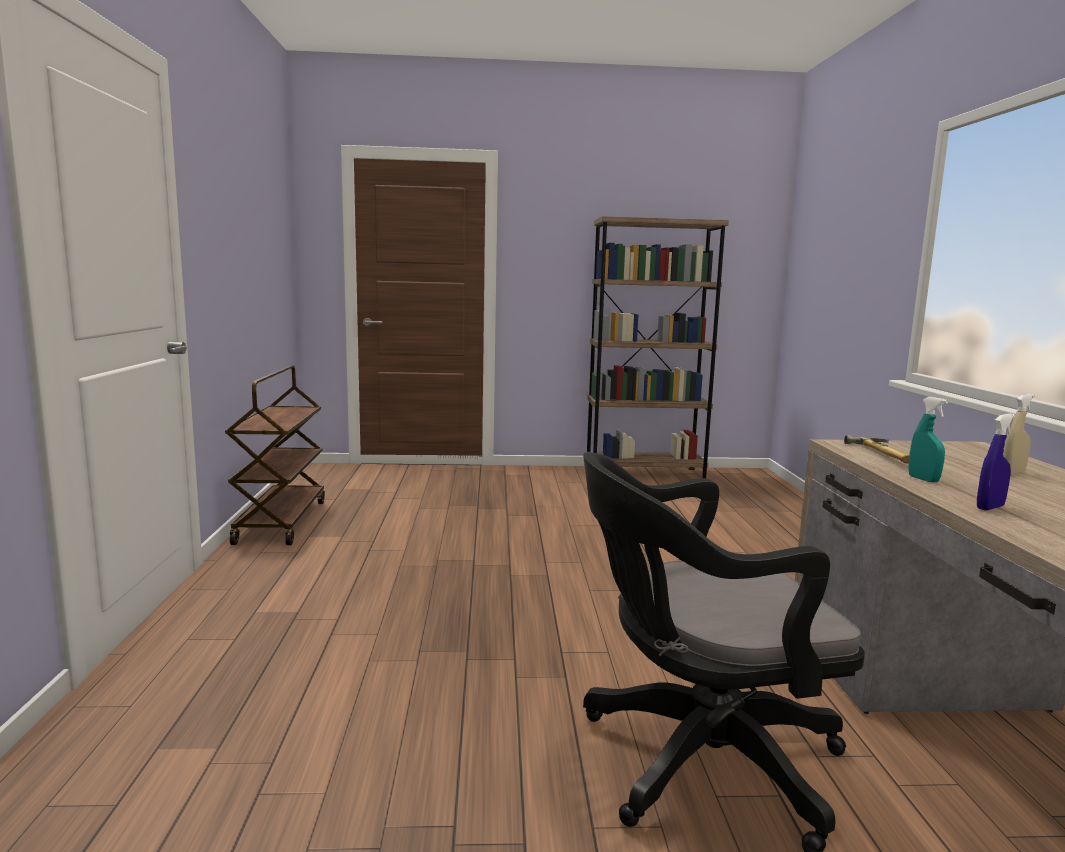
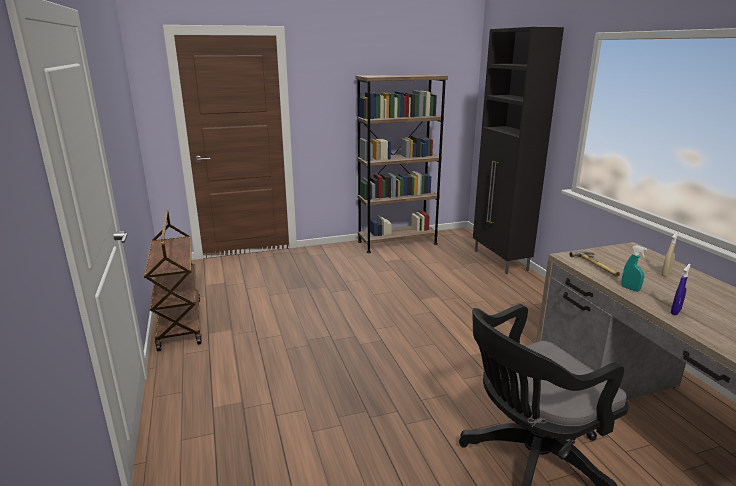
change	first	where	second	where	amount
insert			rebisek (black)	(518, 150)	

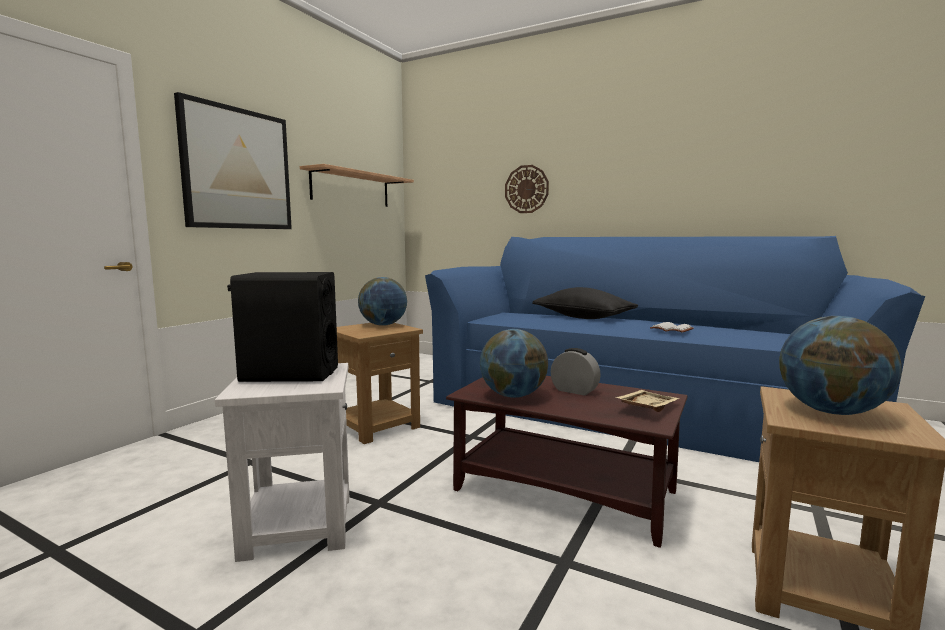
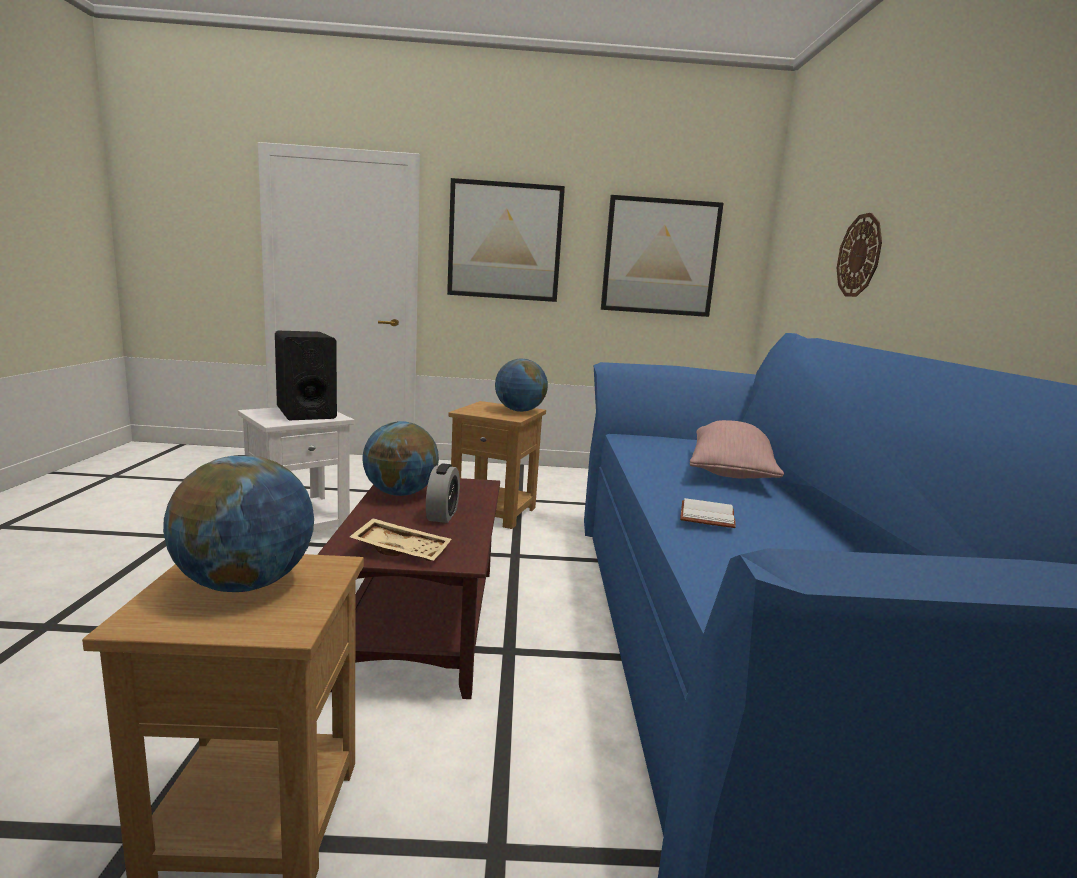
change	first	where	second	where	amount
replace	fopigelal	(357, 185)	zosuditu	(662, 256)	
recolor	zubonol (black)	(585, 303)	zubonol (pink)	(737, 449)	

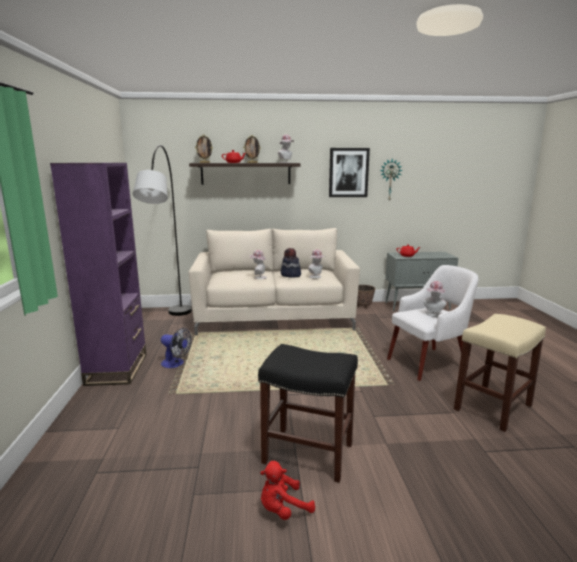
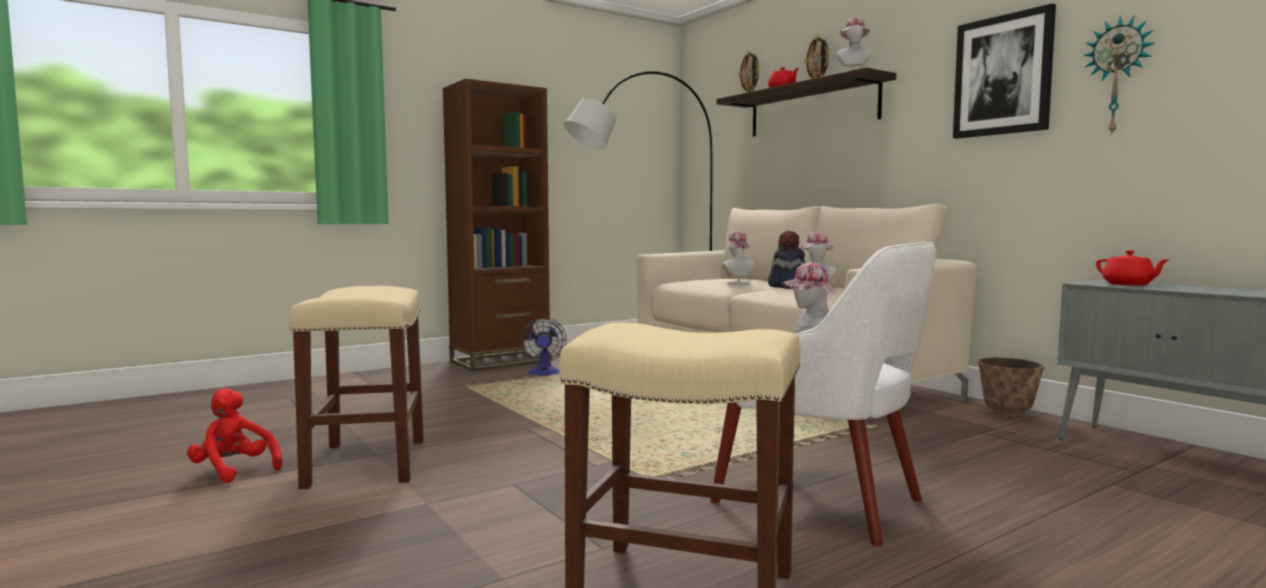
change	first	where	second	where	amount
recolor	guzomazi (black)	(308, 413)	guzomazi (beige)	(356, 387)	
recolor	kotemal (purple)	(98, 274)	kotemal (brown)	(497, 225)	

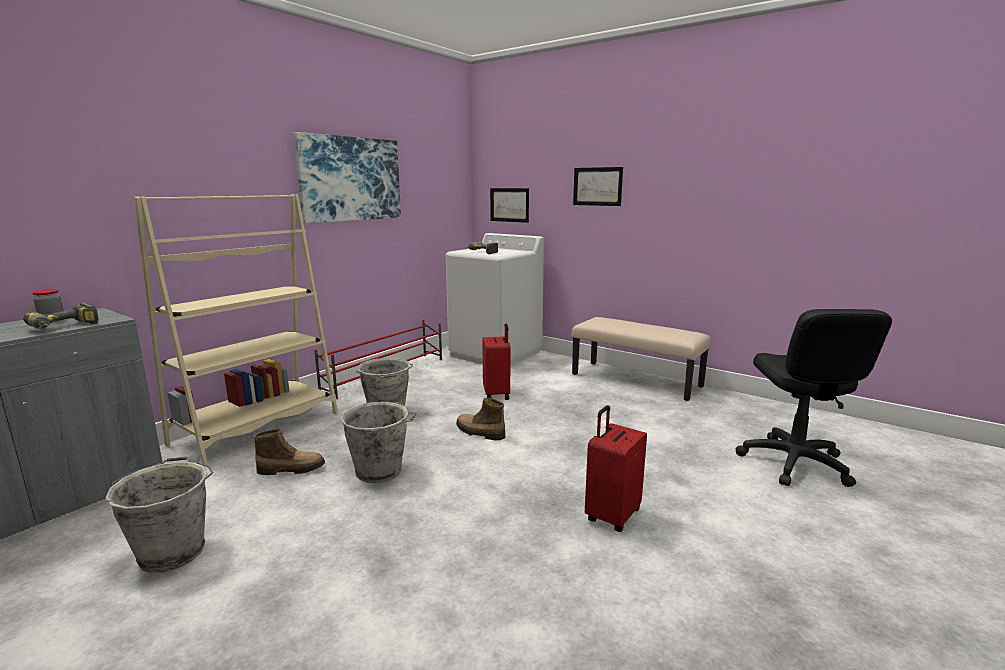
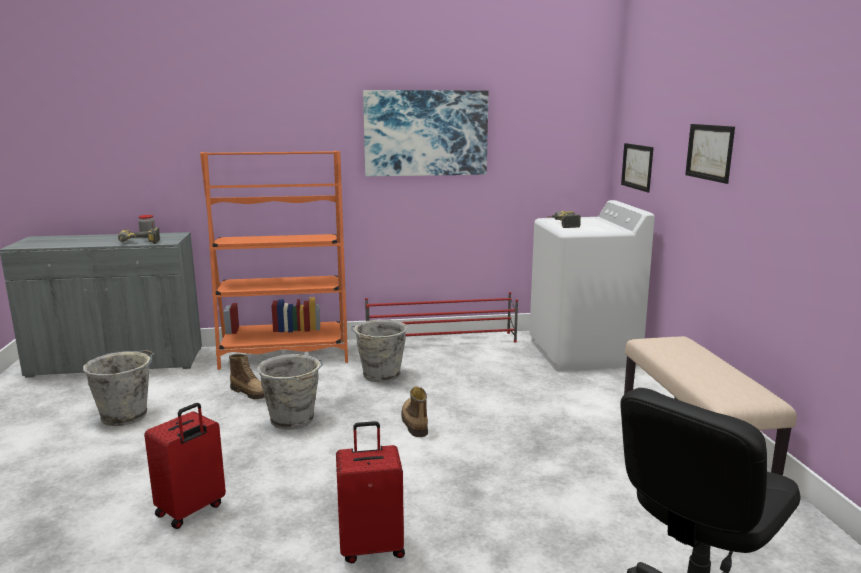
change	first	where	second	where	amount
move	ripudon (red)	(496, 362)		(185, 466)	
recolor	kotemal (beige)	(236, 329)	kotemal (orange)	(274, 260)	

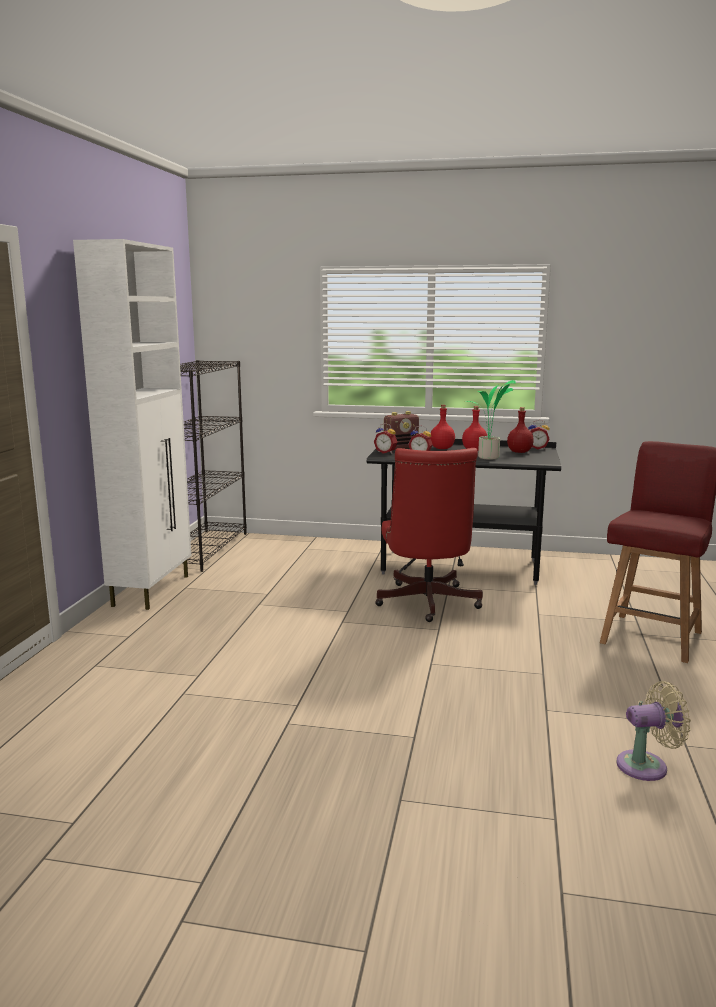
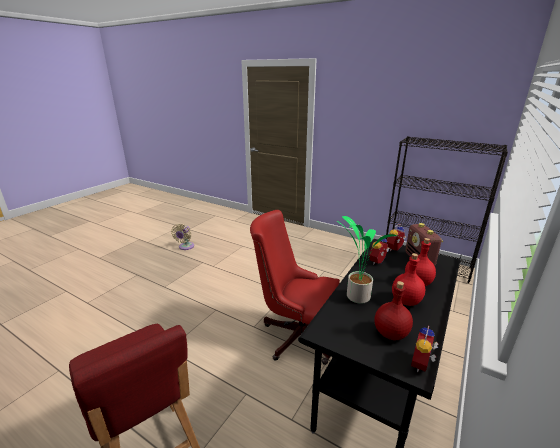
change	first	where	second	where	amount
move	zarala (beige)	(654, 731)		(182, 237)	
delete	rebisek (white)	(132, 424)			

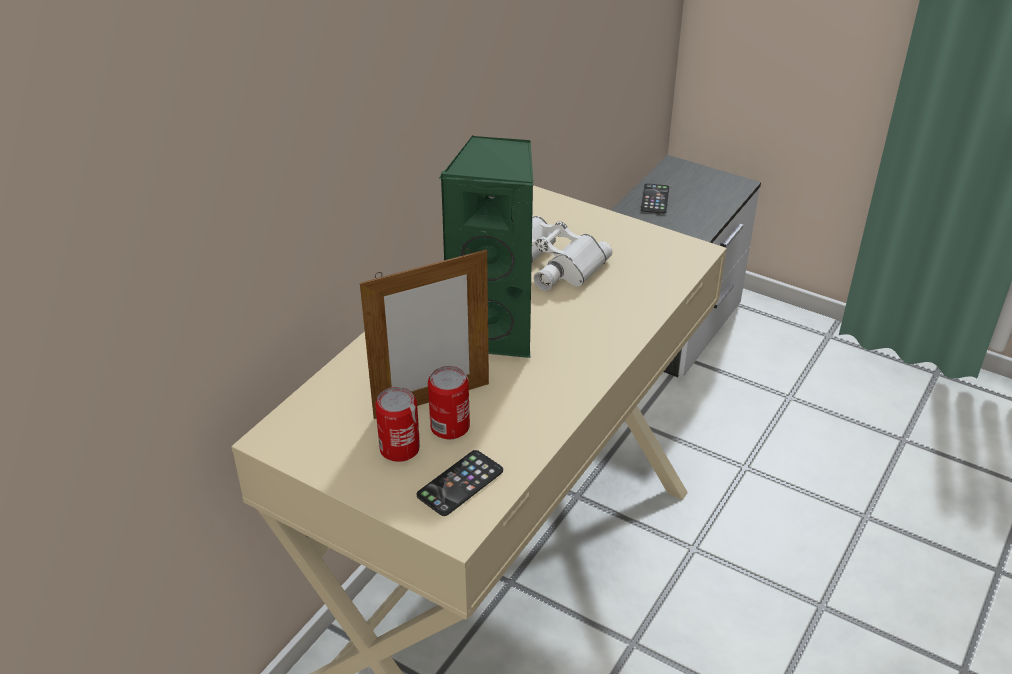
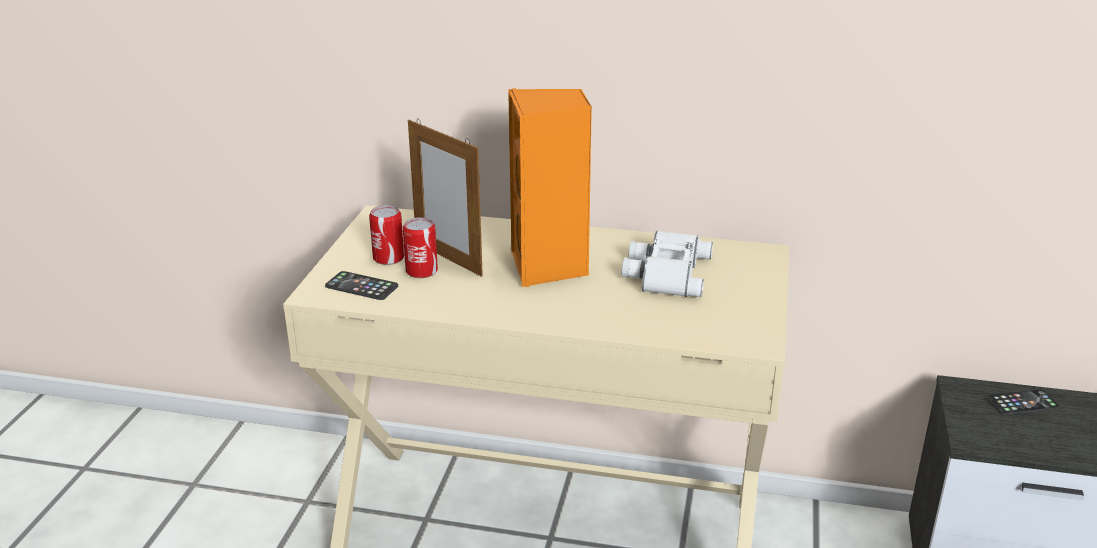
change	first	where	second	where	amount
recolor	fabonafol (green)	(486, 247)	fabonafol (orange)	(550, 187)	

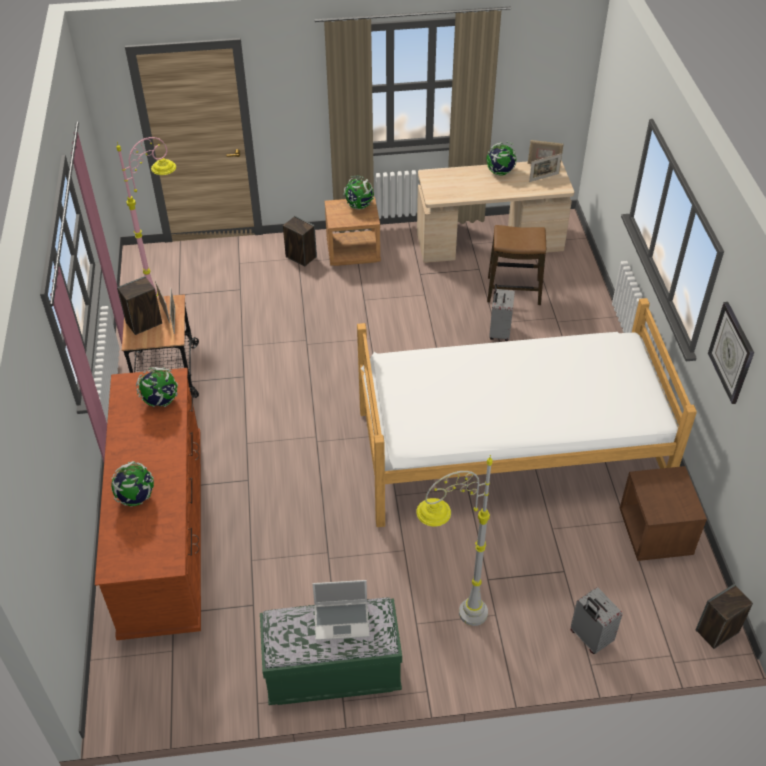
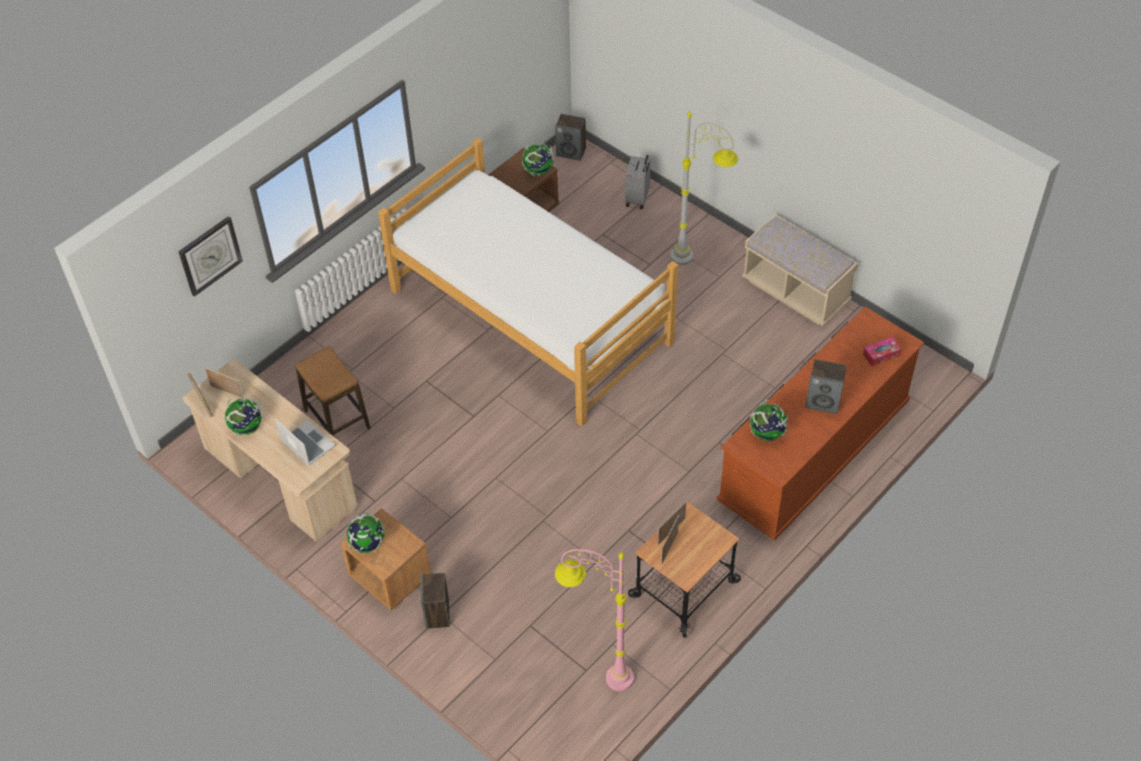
change	first	where	second	where	amount
move	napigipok	(731, 353)		(210, 256)	
move	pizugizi	(340, 610)		(305, 442)	
move	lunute	(132, 484)		(538, 159)	
recolor	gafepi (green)	(331, 651)	gafepi (beige)	(800, 270)	
move	fabonafol	(139, 305)		(826, 386)	
insert			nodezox	(882, 351)	
delete	ripudon (grey)	(502, 312)			

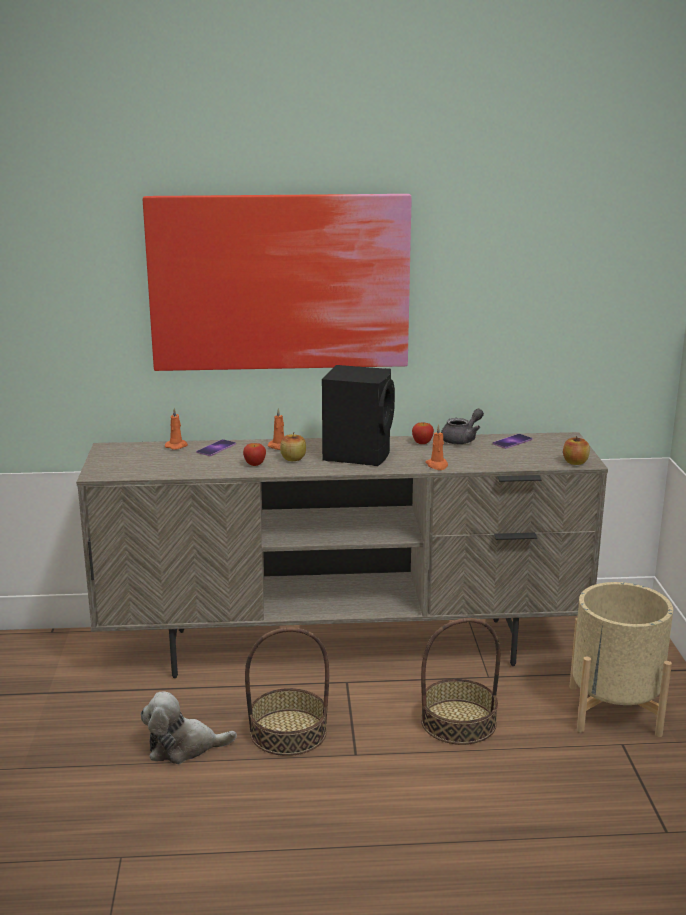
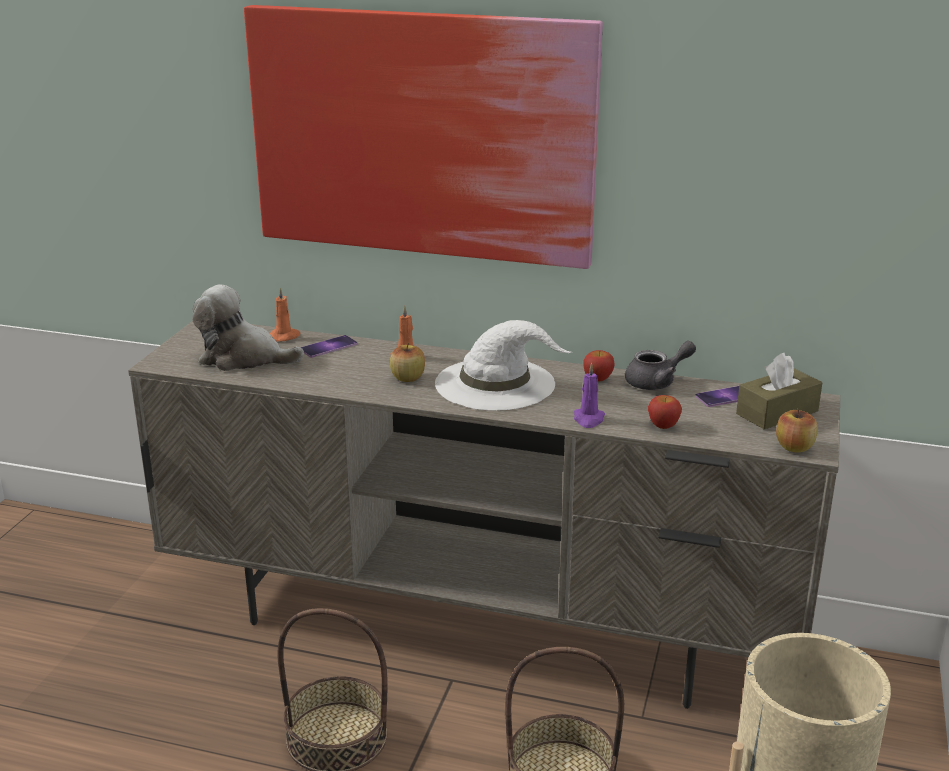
change	first	where	second	where	amount
move	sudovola	(188, 727)		(248, 328)	
replace	fabonafol (black)	(358, 415)	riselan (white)	(503, 365)	
recolor	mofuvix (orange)	(436, 447)	mofuvix (purple)	(589, 395)	
move	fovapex	(254, 454)		(665, 412)	
insert			nodezox (brown)	(779, 391)	

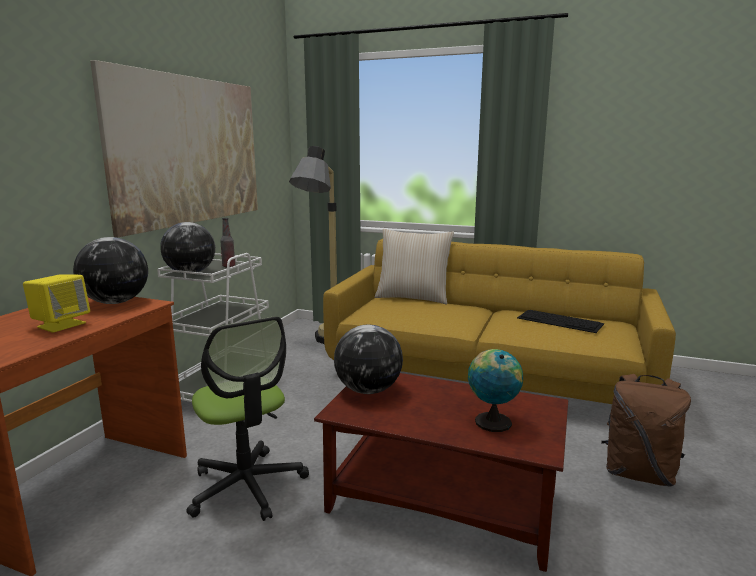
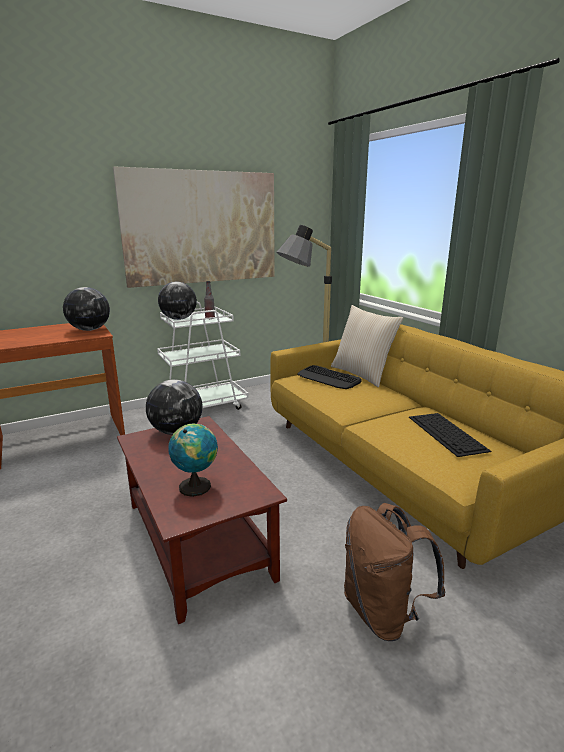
change	first	where	second	where	amount
insert			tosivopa	(329, 377)	
delete	fabonafol (yellow)	(56, 304)			
delete	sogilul	(247, 418)			

